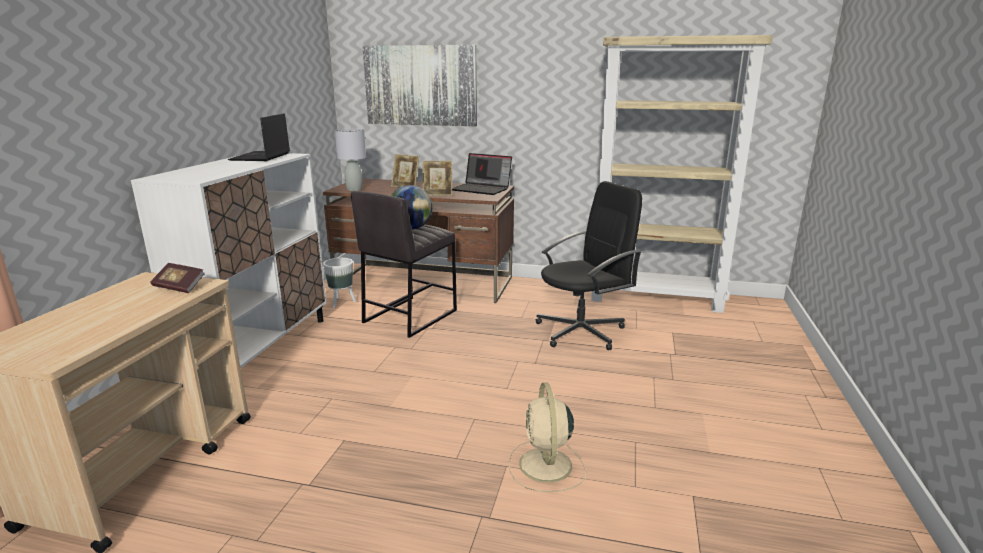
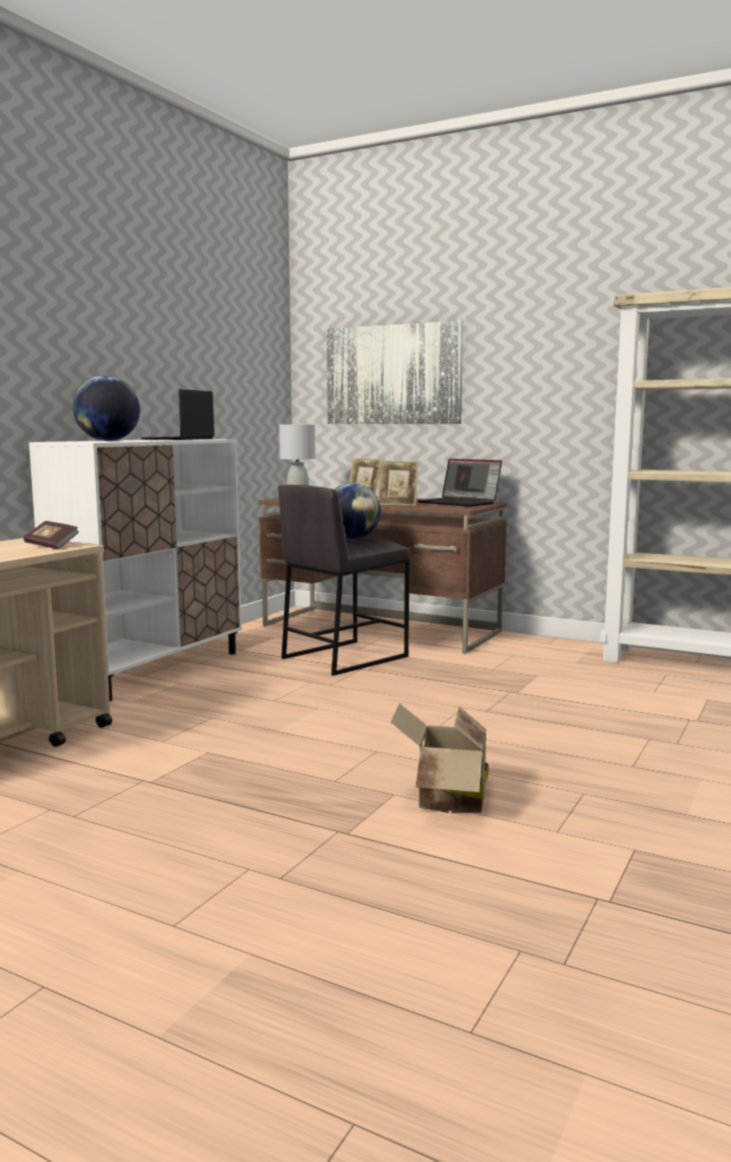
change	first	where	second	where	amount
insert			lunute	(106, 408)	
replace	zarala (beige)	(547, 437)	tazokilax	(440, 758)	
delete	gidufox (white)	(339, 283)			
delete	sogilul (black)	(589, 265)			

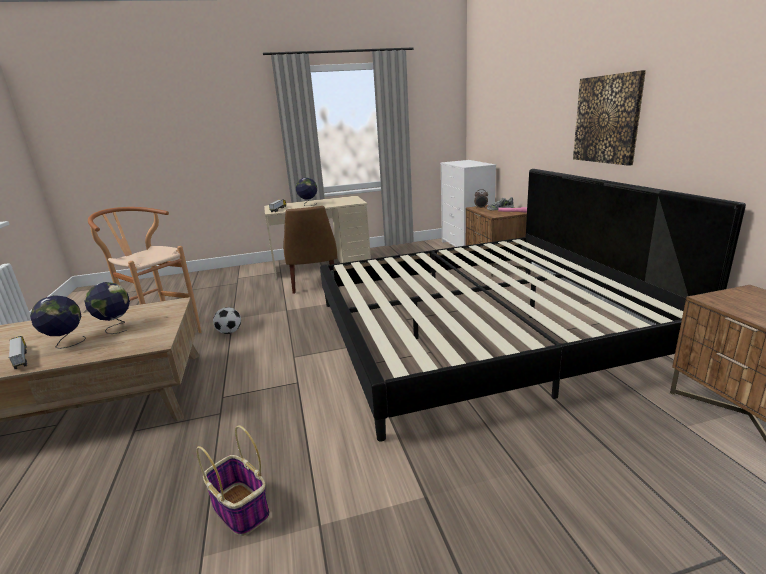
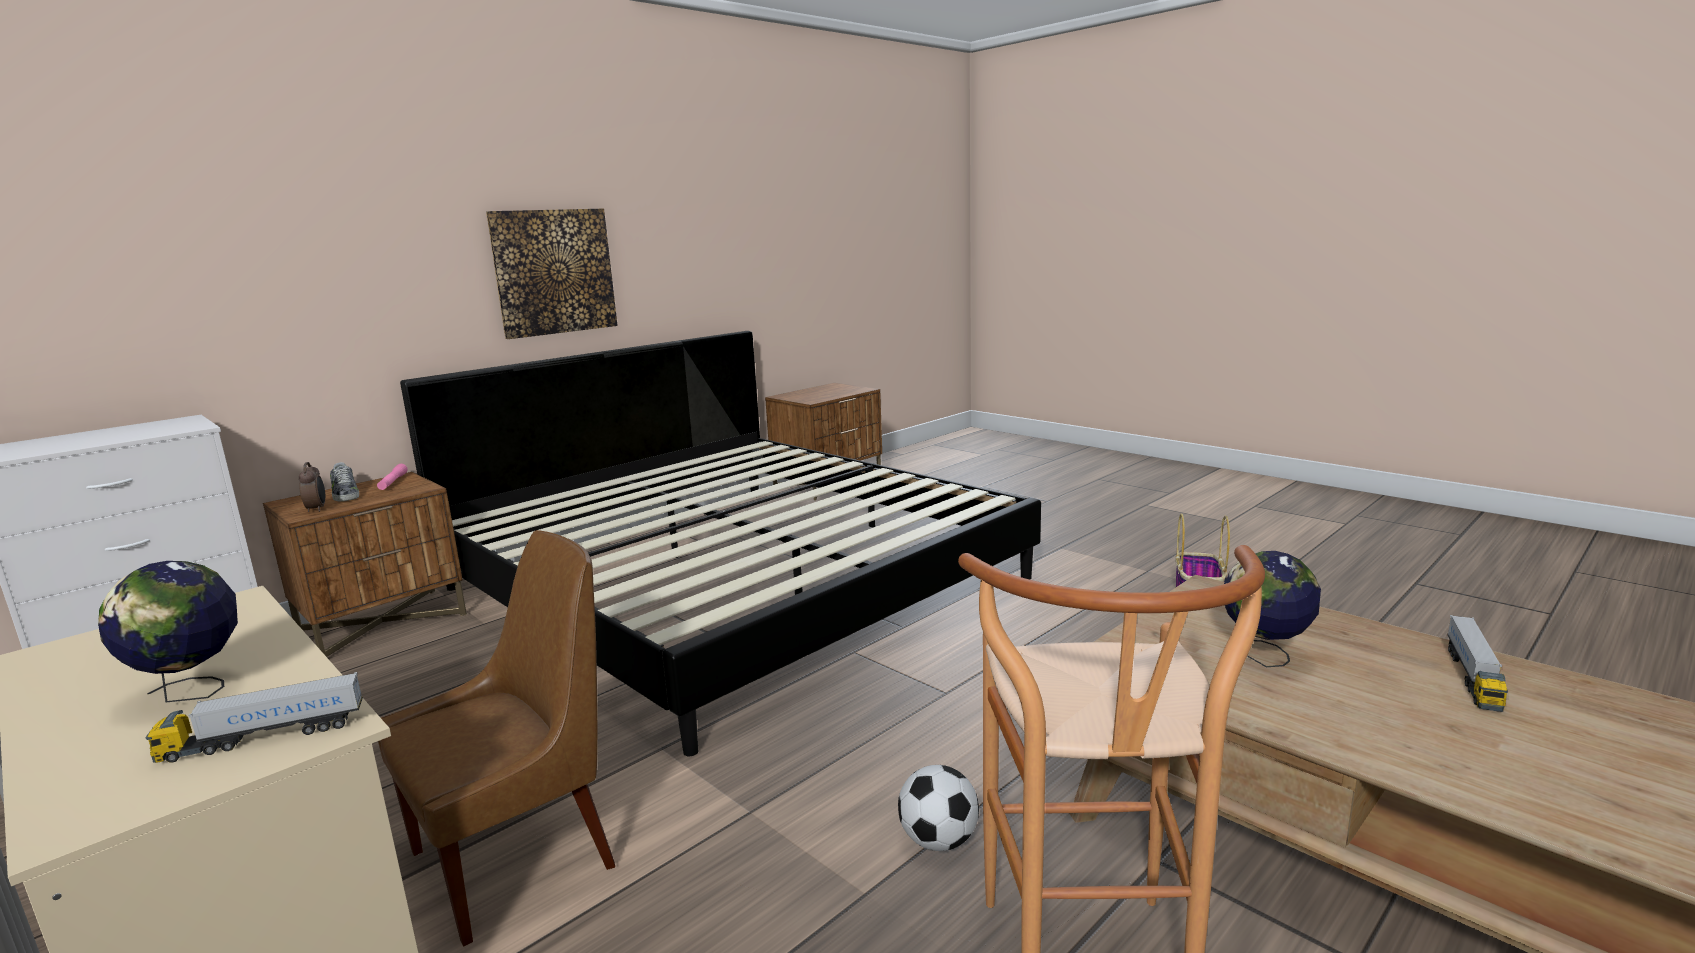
change	first	where	second	where	amount
delete	lunute	(58, 322)			

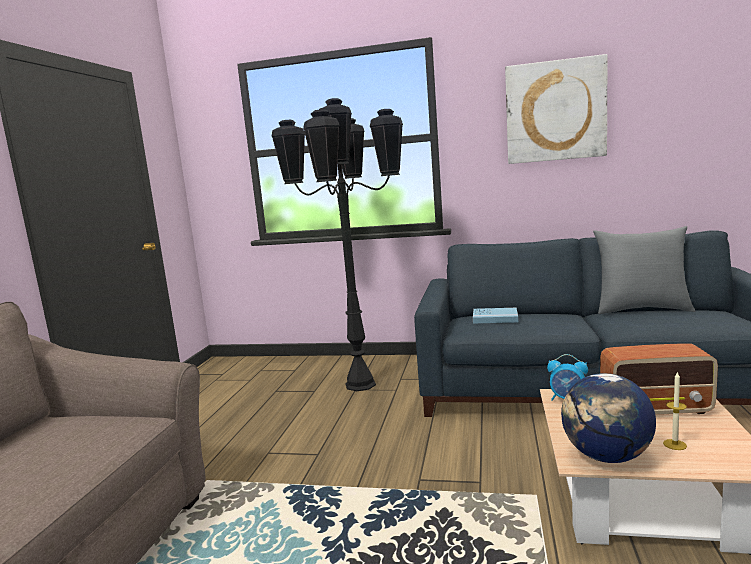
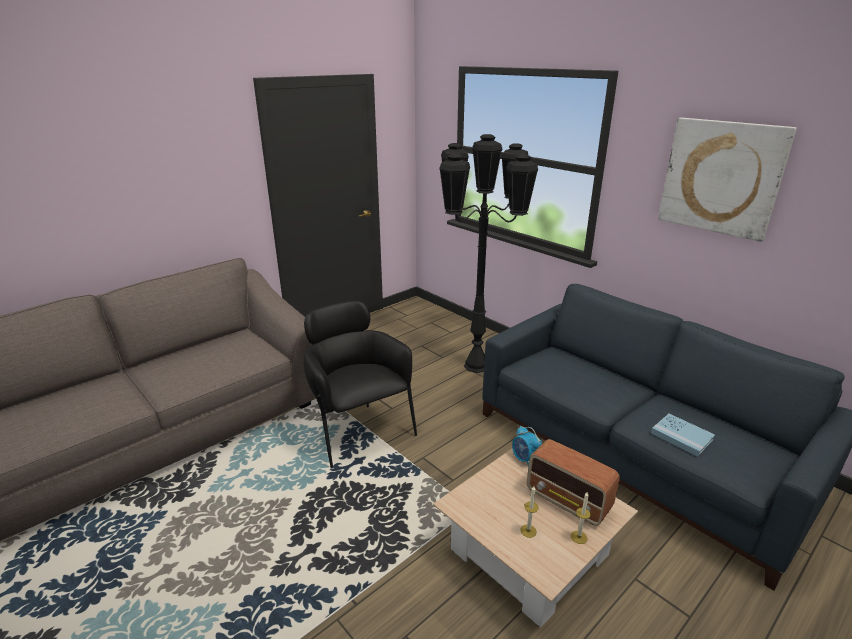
change	first	where	second	where	amount
insert			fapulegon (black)	(360, 384)	
insert			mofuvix	(581, 518)	
move	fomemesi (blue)	(495, 315)		(683, 435)	
delete	lunute	(608, 418)			
delete	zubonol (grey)	(644, 270)			

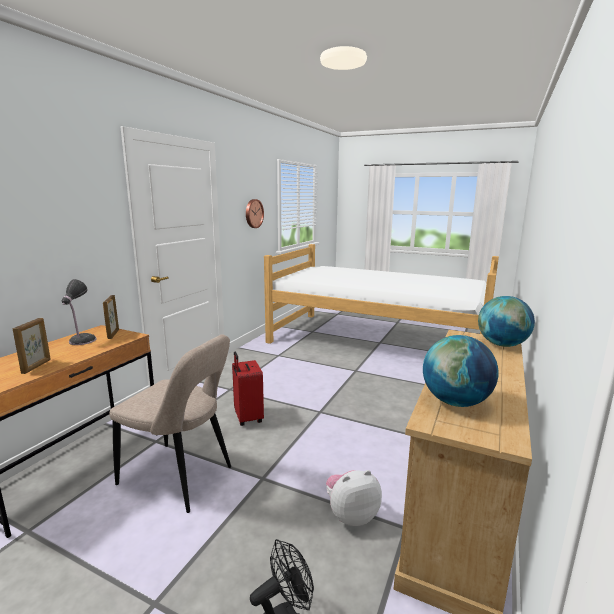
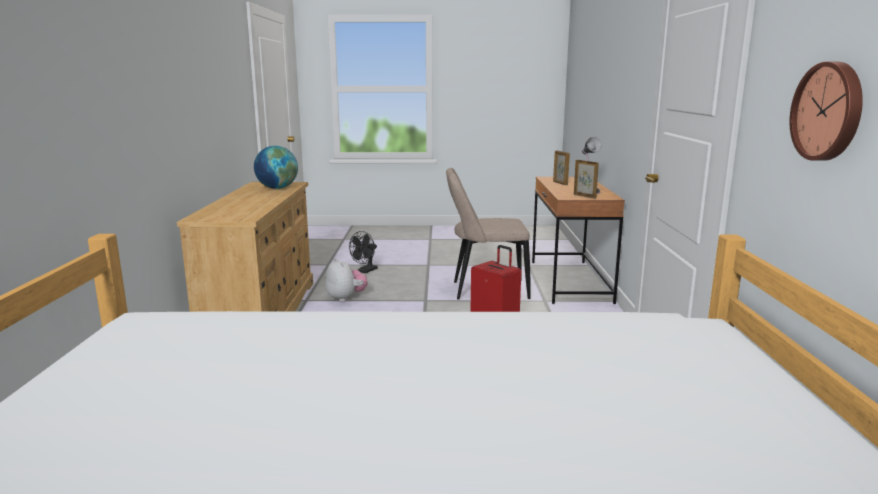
change	first	where	second	where	amount
rotate	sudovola	(354, 498)		(347, 280)	75 degrees counterclockwise
delete	lunute	(506, 321)			

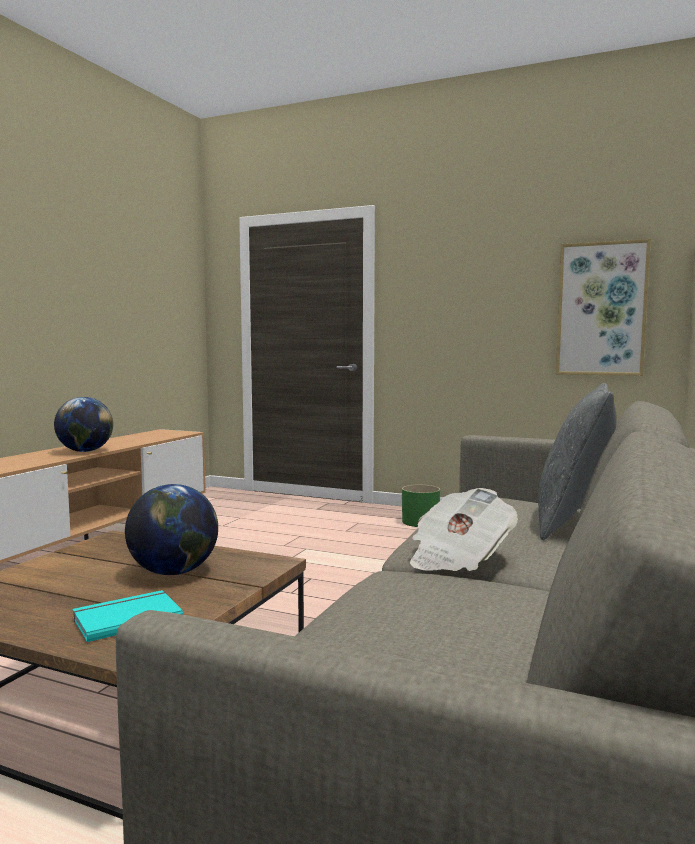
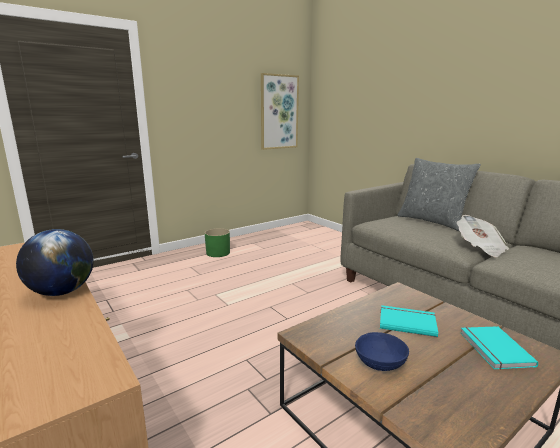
change	first	where	second	where	amount
insert			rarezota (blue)	(382, 351)	
replace	lunute	(171, 529)	fomemesi (turquoise)	(409, 321)	

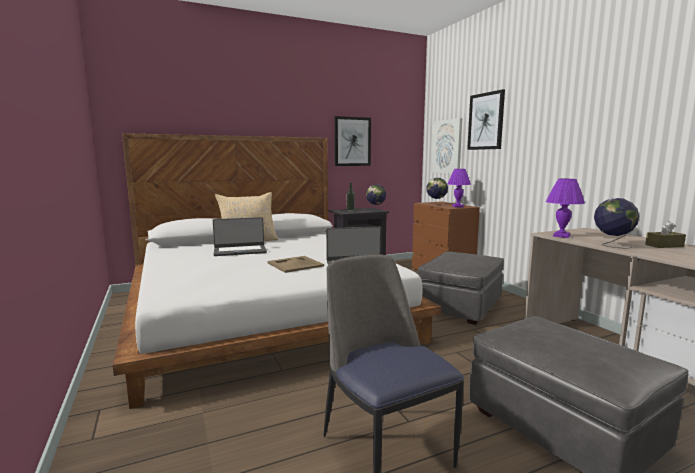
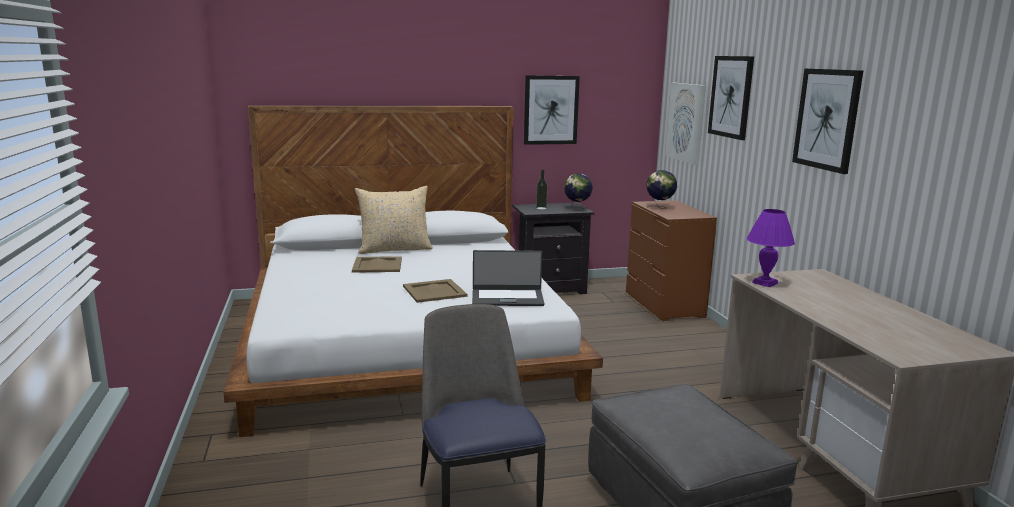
change	first	where	second	where	amount
replace	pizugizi	(240, 236)	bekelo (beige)	(377, 264)	
insert			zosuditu	(827, 121)	
delete	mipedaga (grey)	(461, 288)			
delete	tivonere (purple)	(459, 188)			
delete	lunute	(617, 223)			
delete	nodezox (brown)	(665, 234)			

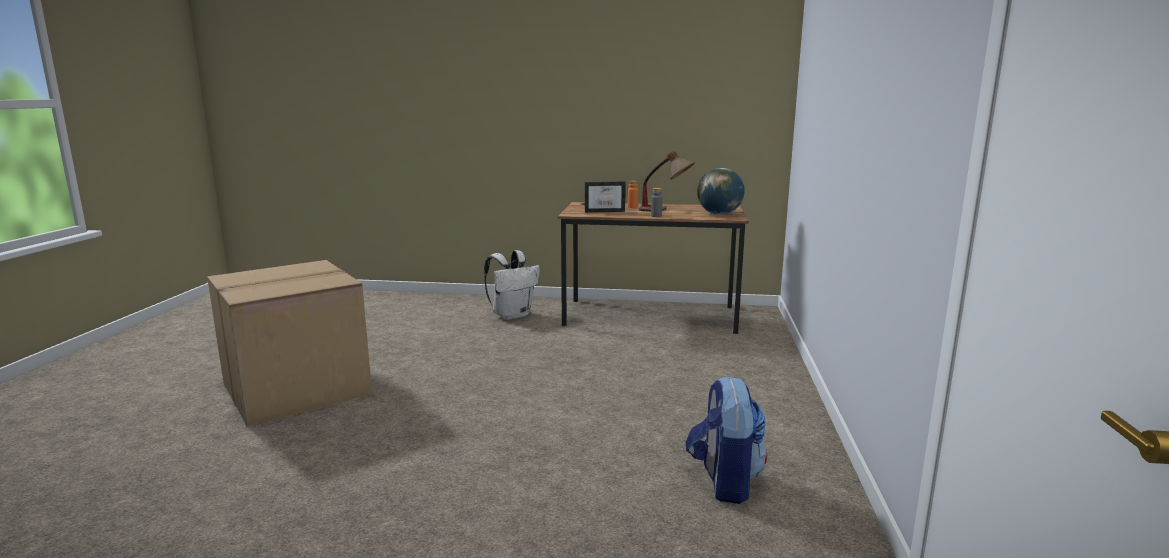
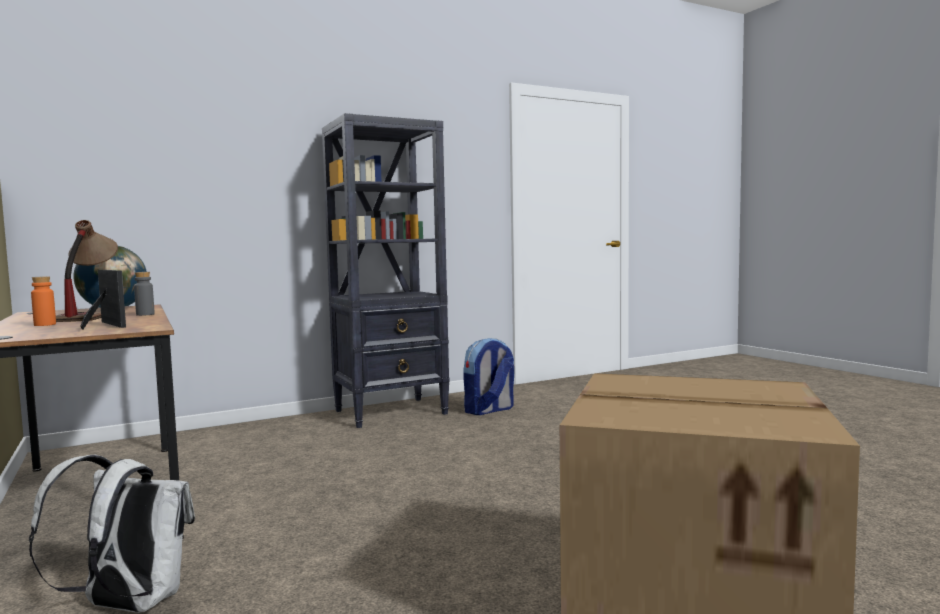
change	first	where	second	where	amount
insert			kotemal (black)	(386, 270)	

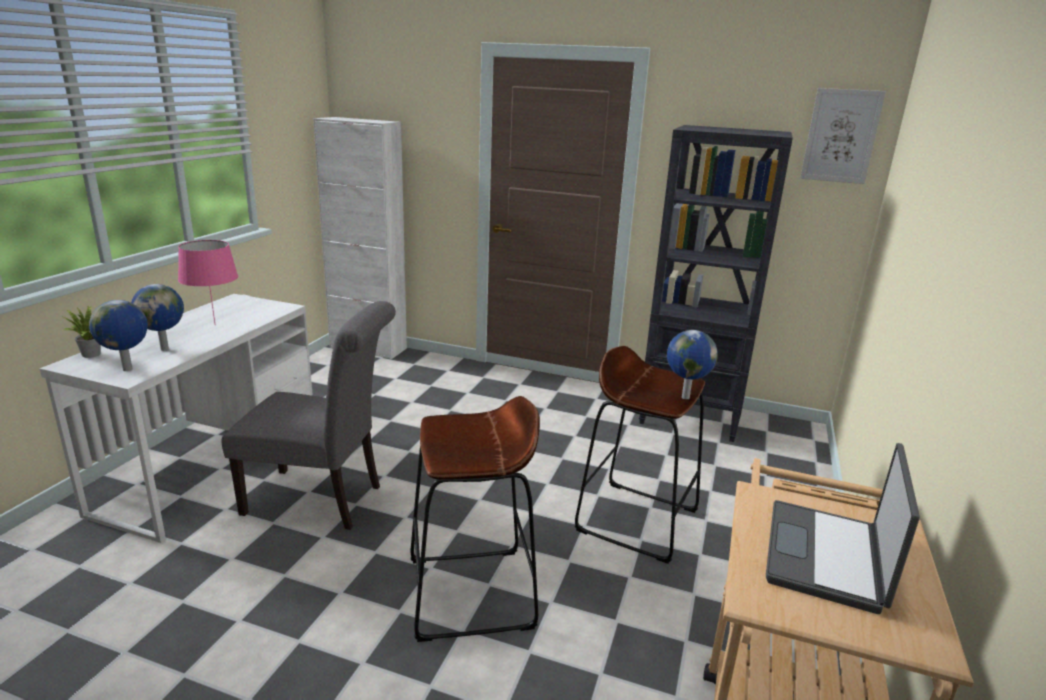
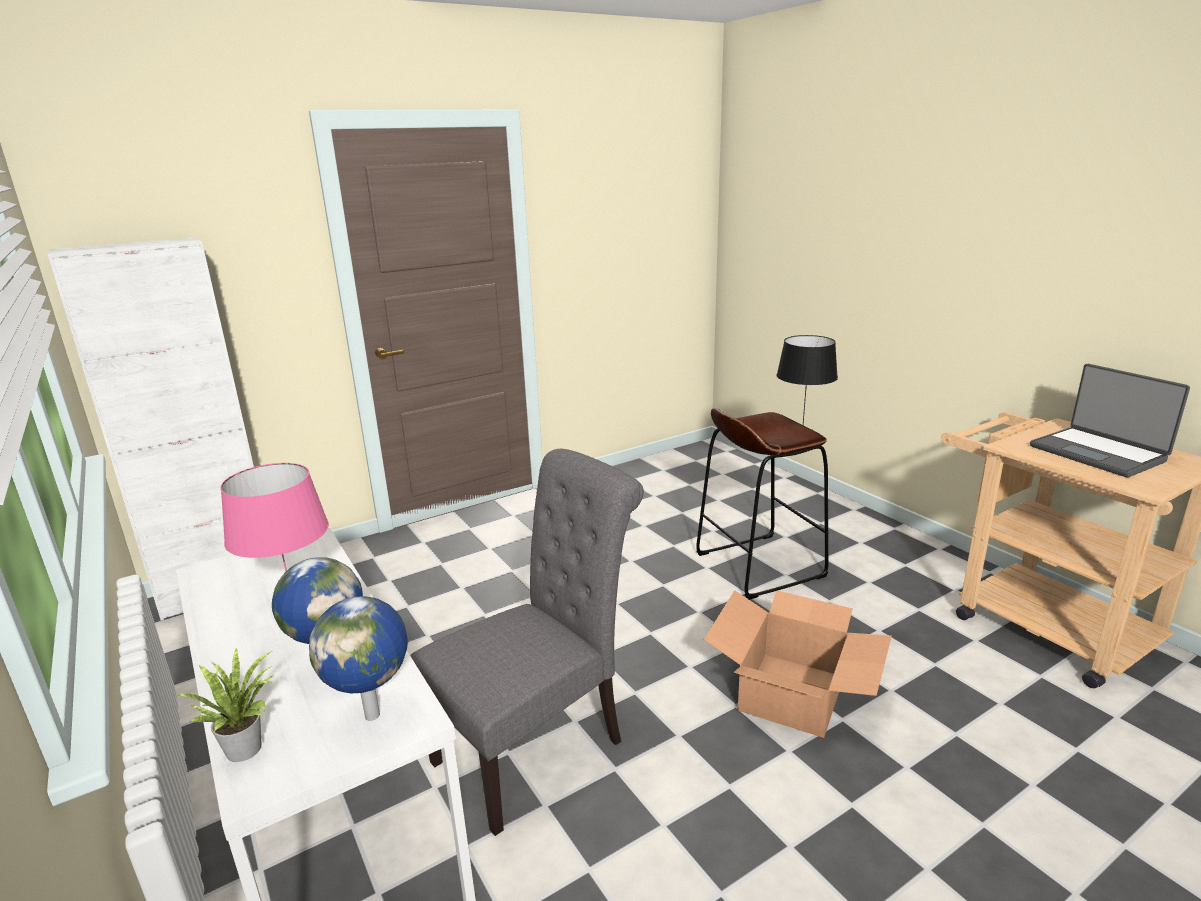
change	first	where	second	where	amount
replace	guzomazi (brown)	(475, 519)	tazokilax	(798, 664)	
replace	lunute	(692, 364)	tivonere (black)	(807, 380)	
delete	kotemal (black)	(716, 283)			
delete	zosuditu	(843, 136)			

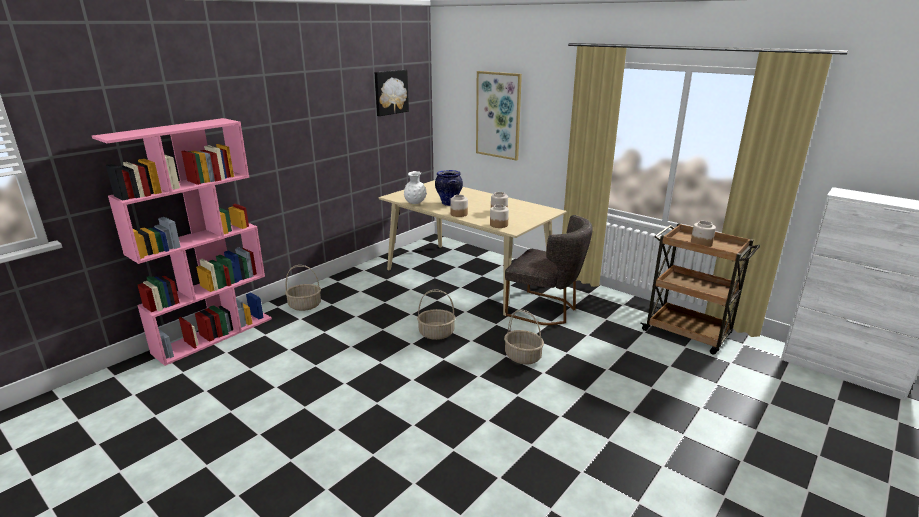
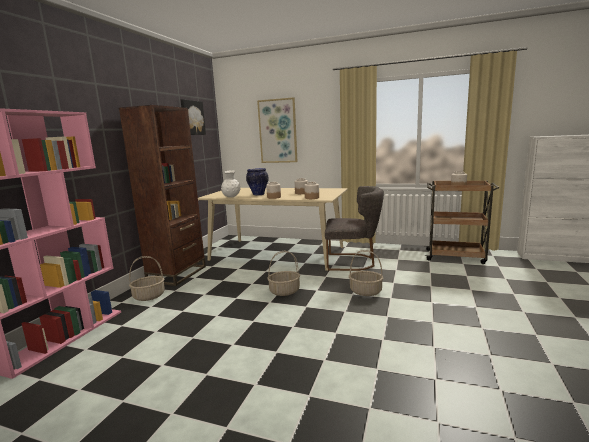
change	first	where	second	where	amount
insert			kotemal (brown)	(162, 195)	

